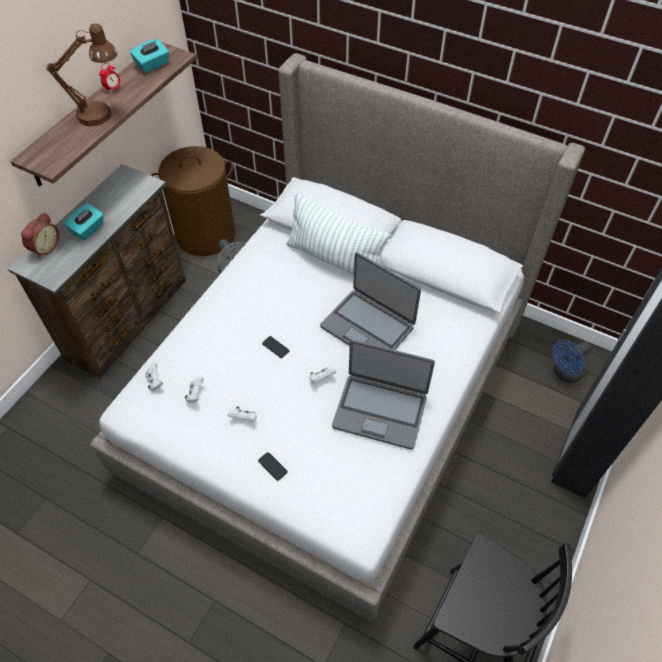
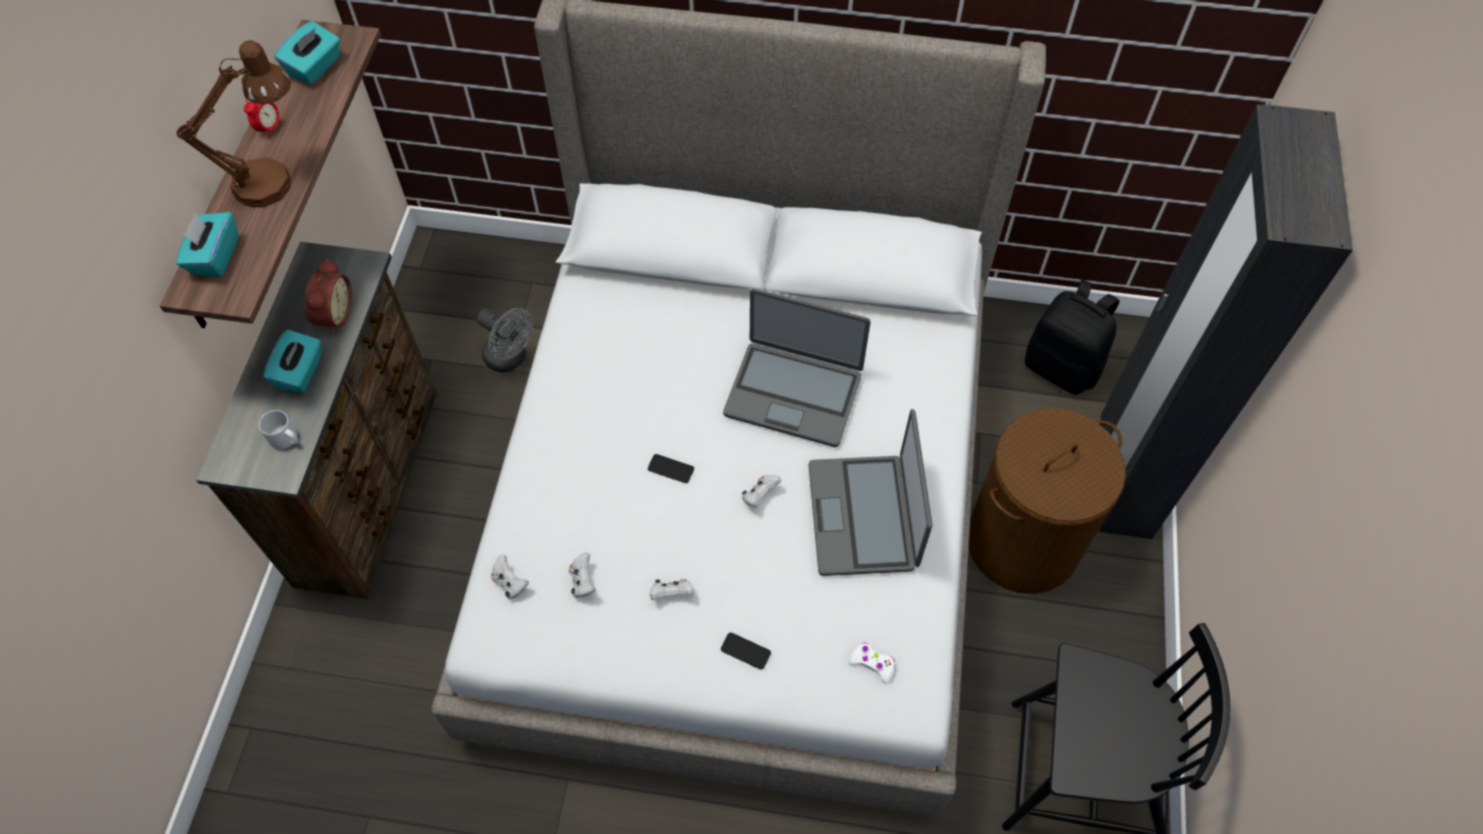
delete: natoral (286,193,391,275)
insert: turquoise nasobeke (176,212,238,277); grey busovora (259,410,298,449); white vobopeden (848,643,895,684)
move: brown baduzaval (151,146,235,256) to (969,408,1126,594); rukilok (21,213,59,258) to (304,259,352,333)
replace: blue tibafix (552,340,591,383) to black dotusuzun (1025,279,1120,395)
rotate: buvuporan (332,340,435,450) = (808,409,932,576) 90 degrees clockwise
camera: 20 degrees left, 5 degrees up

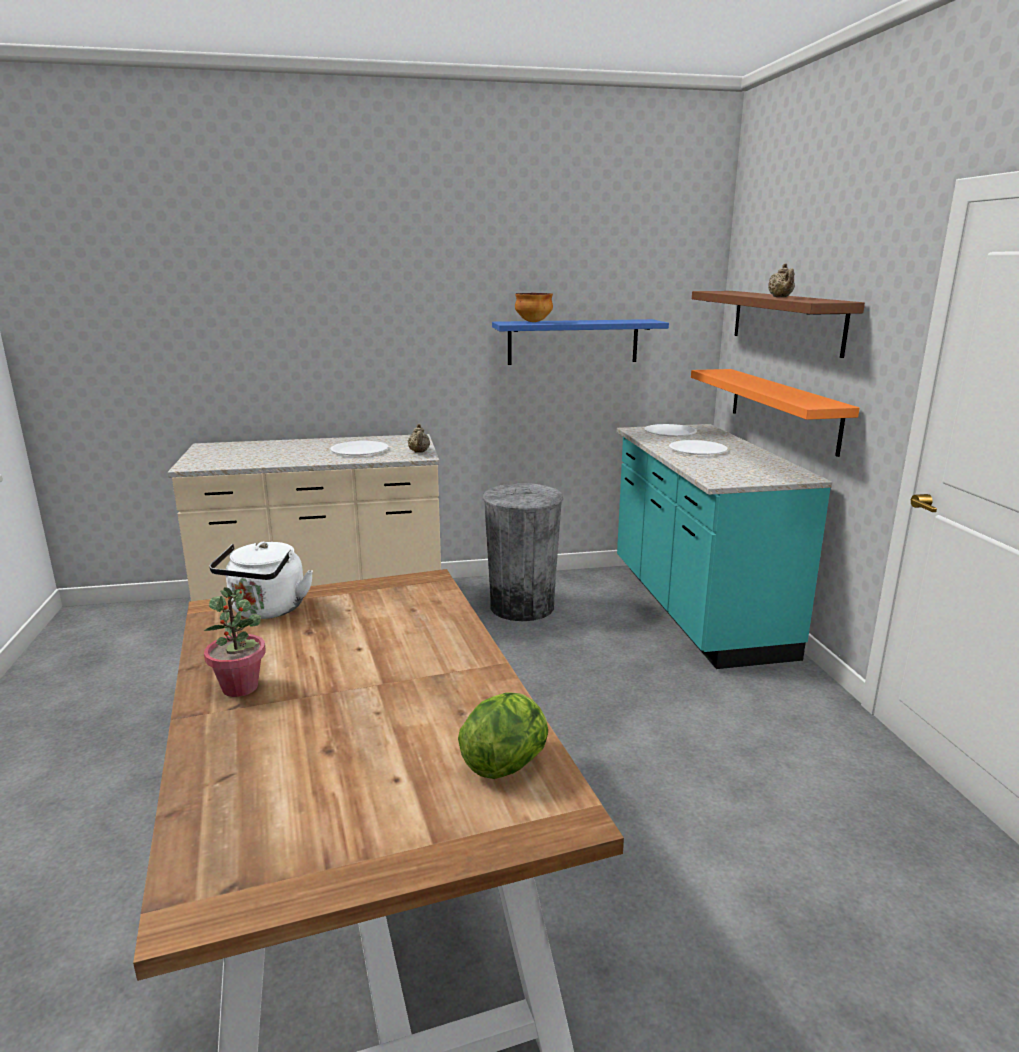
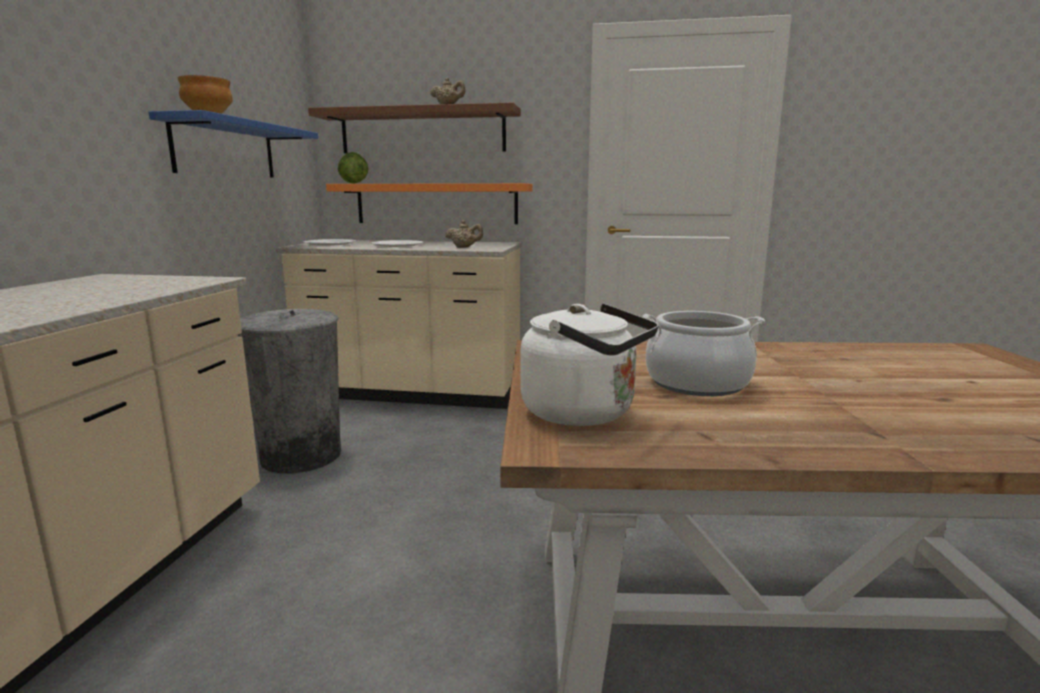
delete: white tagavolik (330,441,389,455); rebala (204,587,266,697)
insert: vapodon (643,311,765,396)
move: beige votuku (408,424,430,453) to (446,220,483,248); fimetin (458,692,548,779) to (338,152,369,184)
recolor: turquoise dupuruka (617,424,832,669) to beige dupuruka (276,240,522,409)
camera: 70 degrees left, 5 degrees down

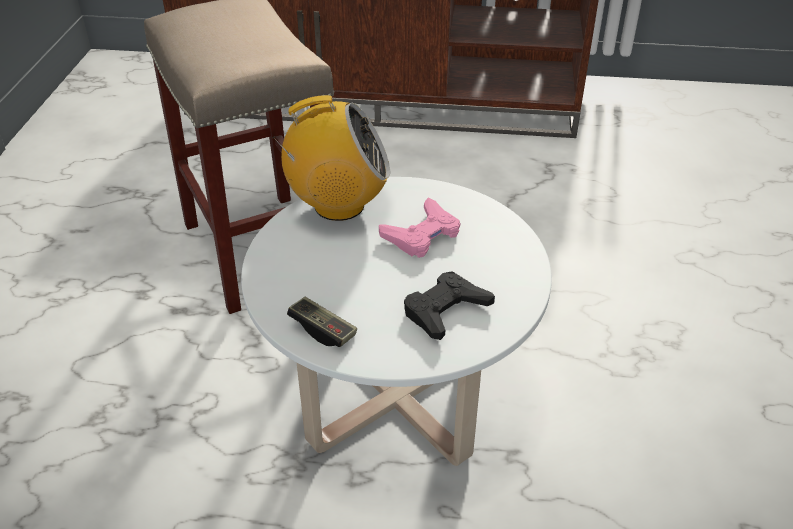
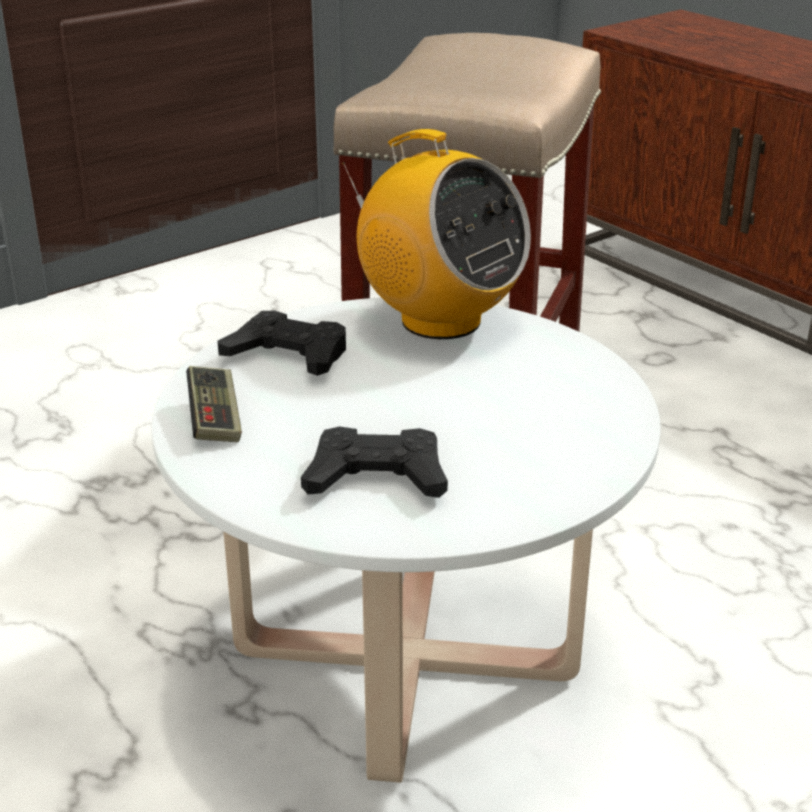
delete: pink vobopeden (379,198,460,258)
insert: black vobopeden (218,311,346,376)
camera: 45 degrees right, 10 degrees down

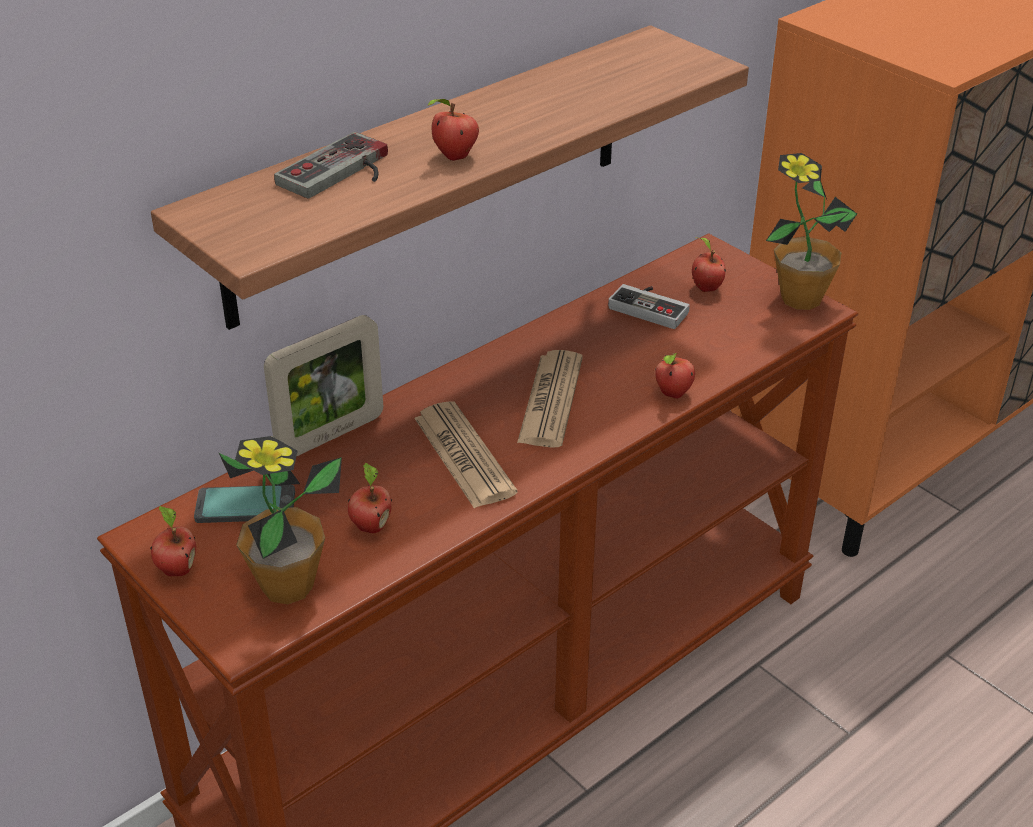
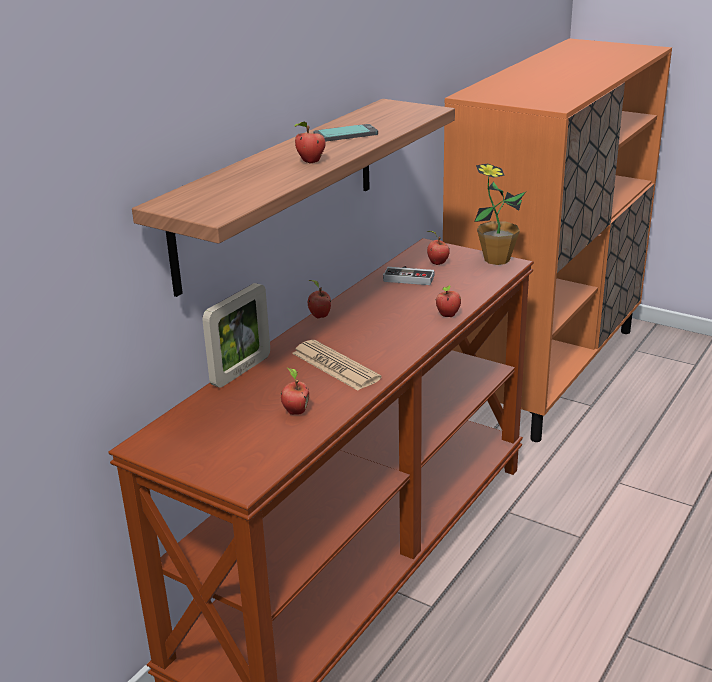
delete: vobopeden (274,132,388,199); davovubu (517,350,583,448); rebala (219,436,342,604)
move: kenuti (194,485,295,523) to (314,124,378,142); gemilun (150,506,196,576) to (308,280,331,318)
camera: 15 degrees left, 10 degrees down

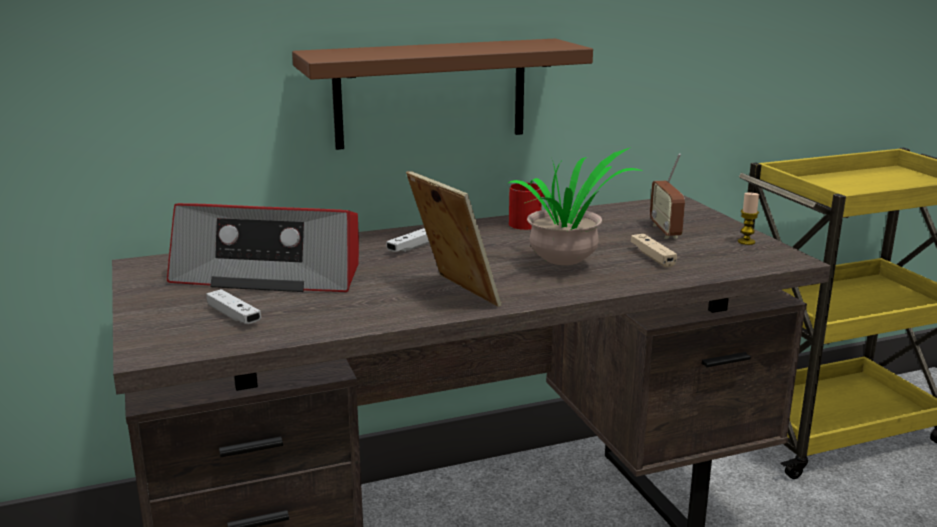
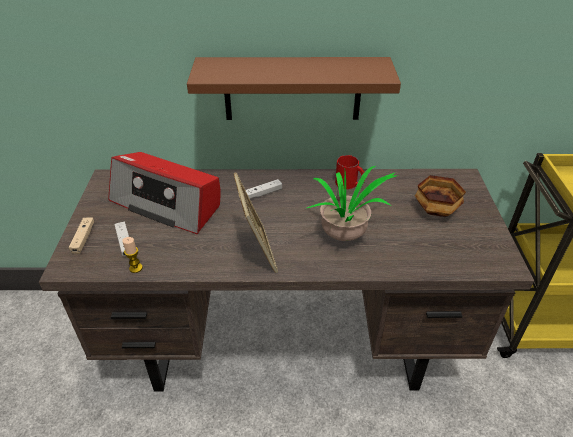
move: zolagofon (738,193,759,245) to (122,237,143,273); beige vobopeden (631,234,677,267) to (68,218,95,254)
replace: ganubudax (650,153,685,239) to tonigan (415,175,466,217)
camera: 20 degrees right, 20 degrees up

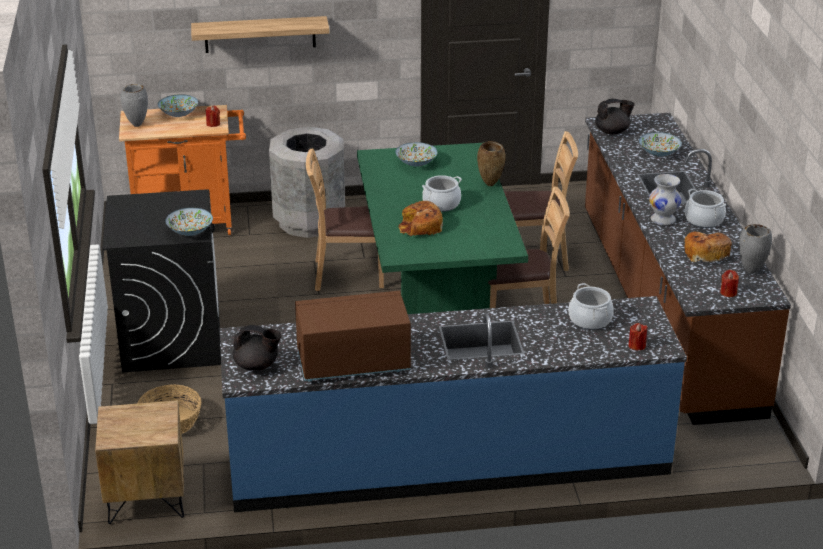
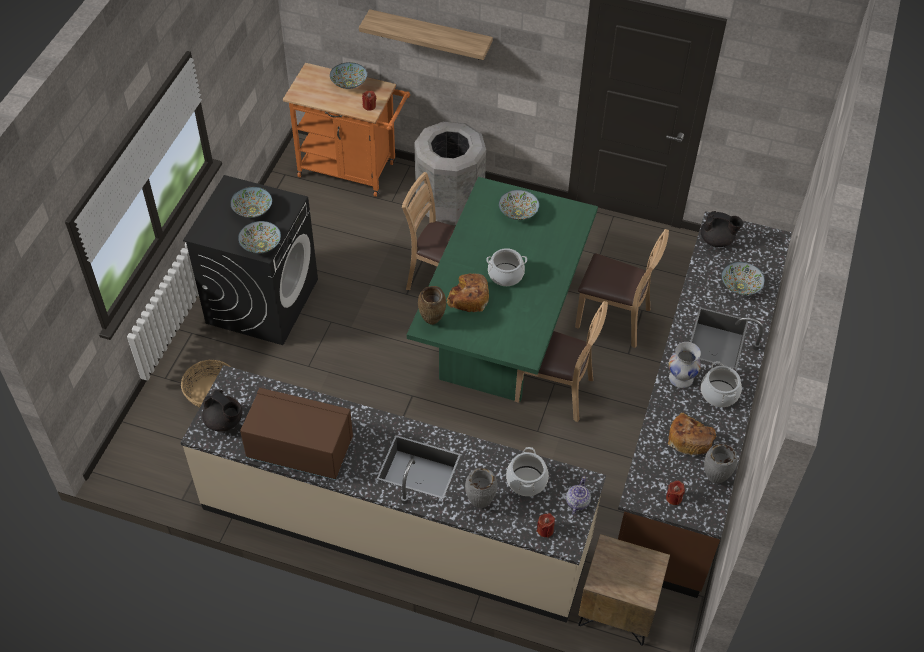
insert: tonigan (230,187,272,218); votuku (566,476,591,515)
move: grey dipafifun (120,84,148,127) to (465,468,497,508); brown dipafifun (477,141,506,186) to (418,286,446,325); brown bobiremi (95,400,184,524) to (578,534,670,646)
recolor: blue dupuruka (220,296,687,512) to beige dupuruka (180,365,606,623)
camera: 25 degrees right, 20 degrees up

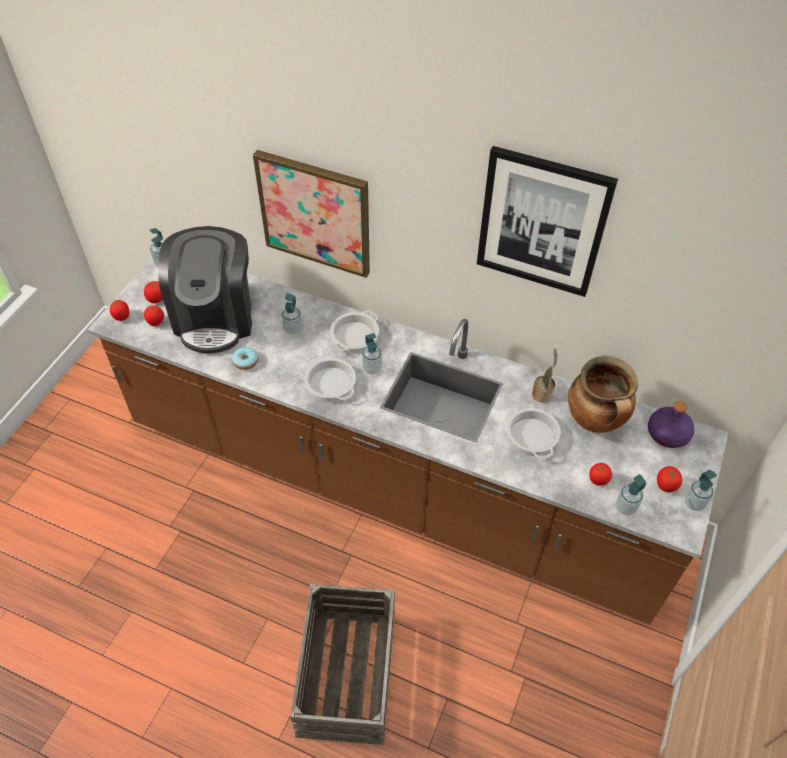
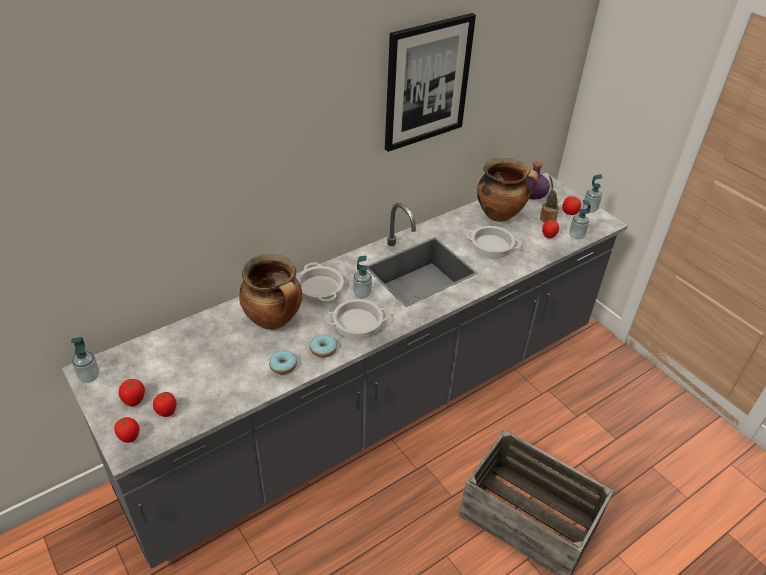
delete: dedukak (253,150,370,278); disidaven (158,226,252,354)
insert: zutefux (310,334,337,358)
move: rebala (532,348,557,403) to (540,175,559,223)
replace: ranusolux (282,293,302,334) to vapodon (239,254,302,330)
recolor: brown dupuruka (87,258,728,624) to grey dupuruka (62,173,628,569)
camera: 60 degrees left, 10 degrees down

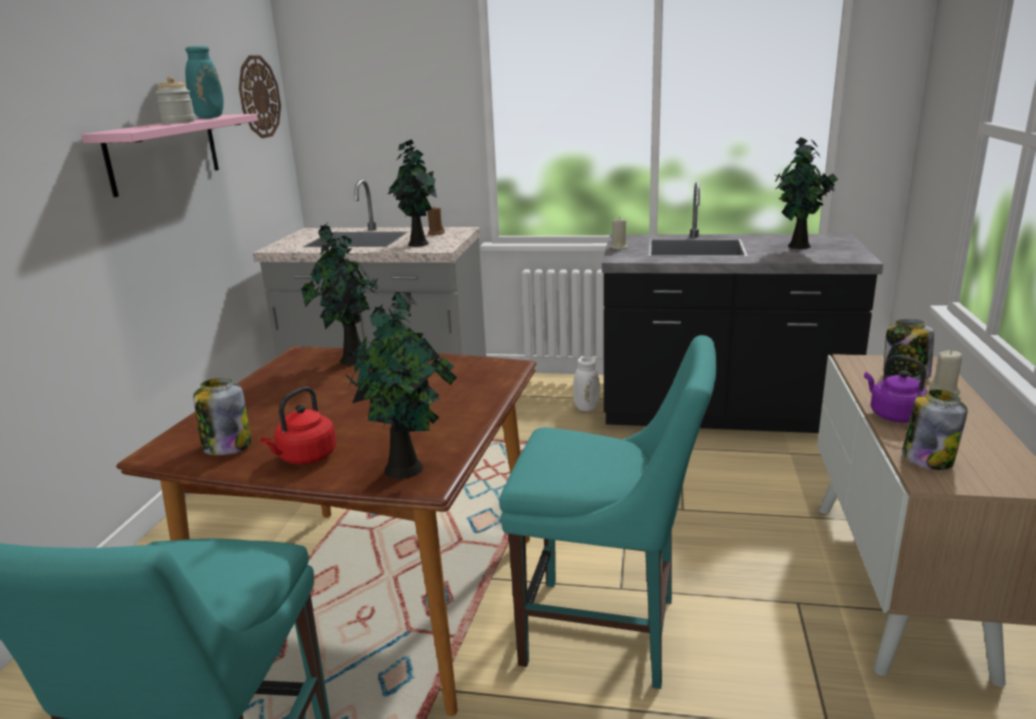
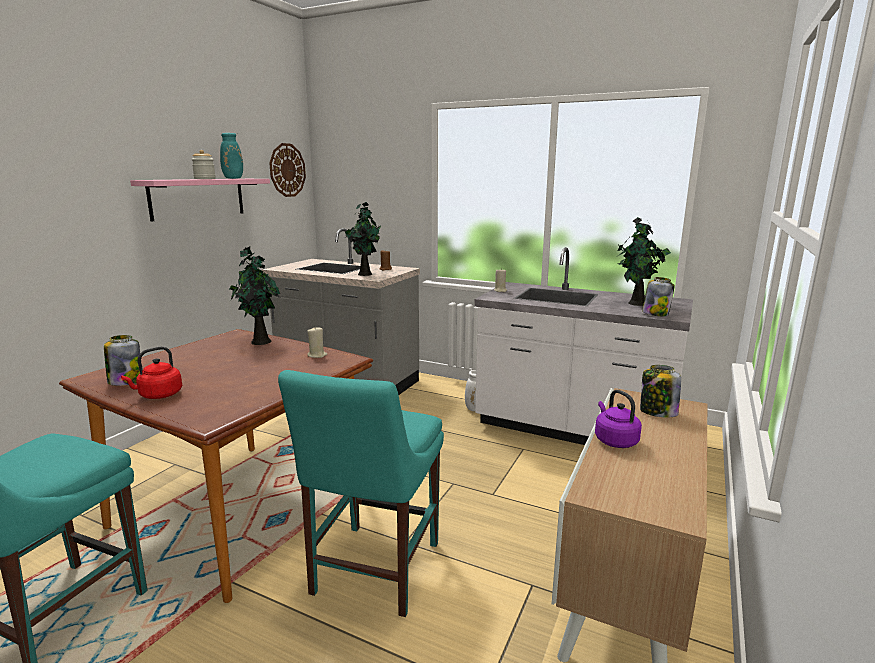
delete: rebala (345,292,457,479)
move: beige zolagofon (929,350,962,395) to (307,327,327,358); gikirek (902,389,968,470) to (642,277,675,316)
recolor: black dupuruka (602,182,883,433) to white dupuruka (474,247,693,445)
rotate: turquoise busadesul (499,335,716,689) = (278,370,444,617) 75 degrees clockwise
camera: 15 degrees right, 5 degrees down

